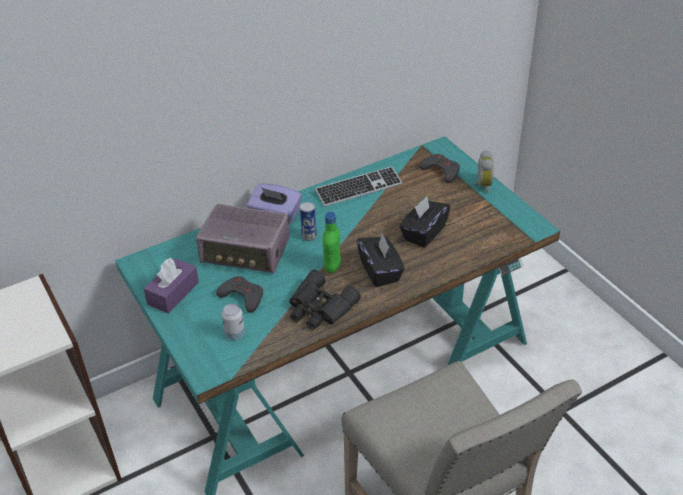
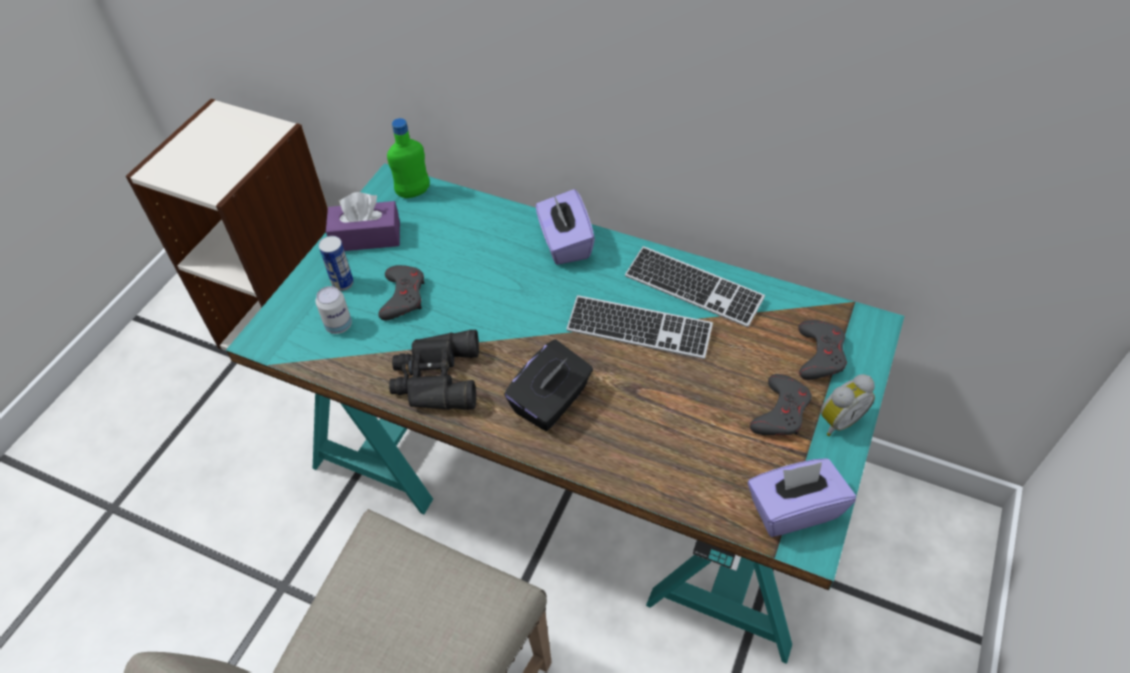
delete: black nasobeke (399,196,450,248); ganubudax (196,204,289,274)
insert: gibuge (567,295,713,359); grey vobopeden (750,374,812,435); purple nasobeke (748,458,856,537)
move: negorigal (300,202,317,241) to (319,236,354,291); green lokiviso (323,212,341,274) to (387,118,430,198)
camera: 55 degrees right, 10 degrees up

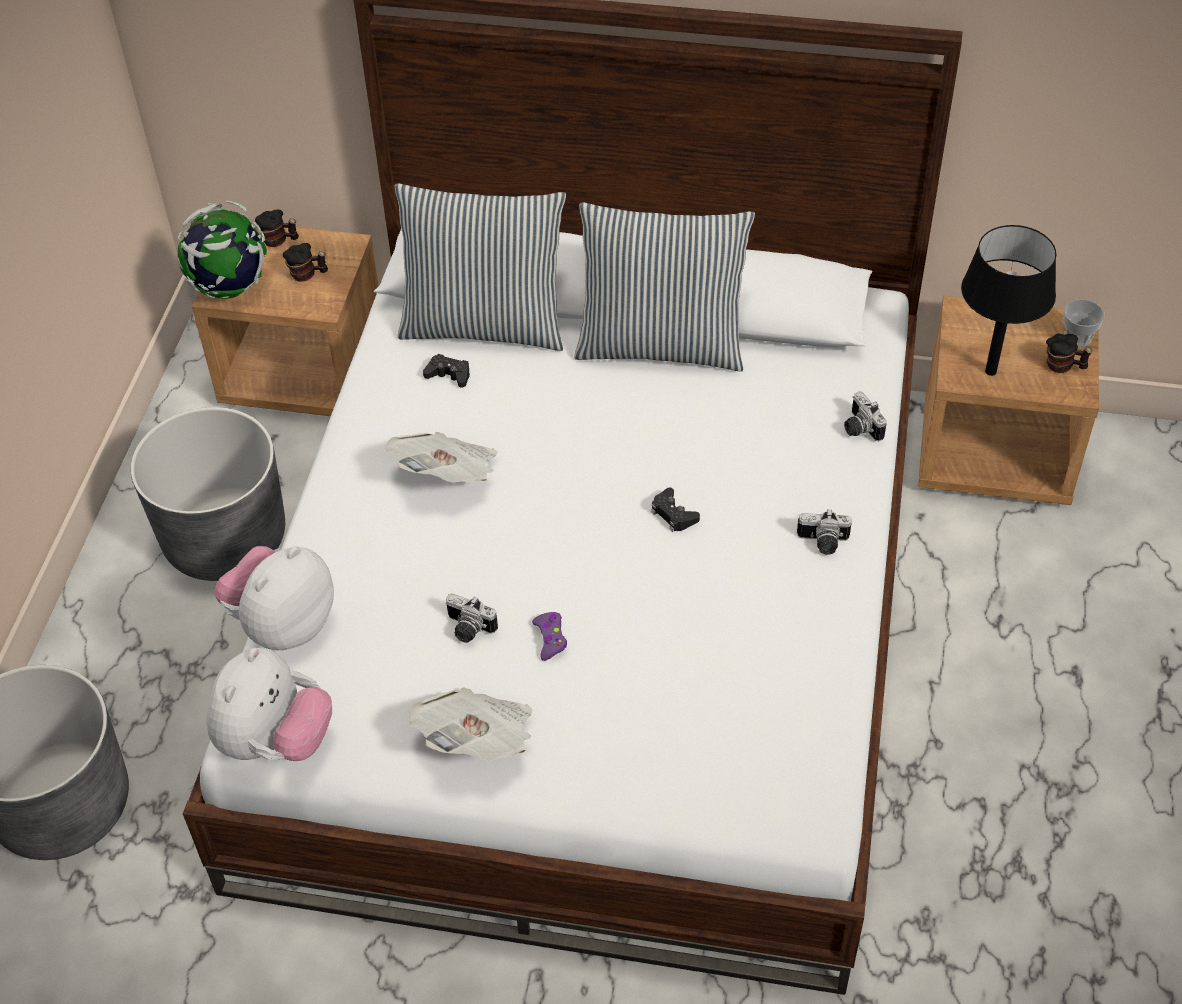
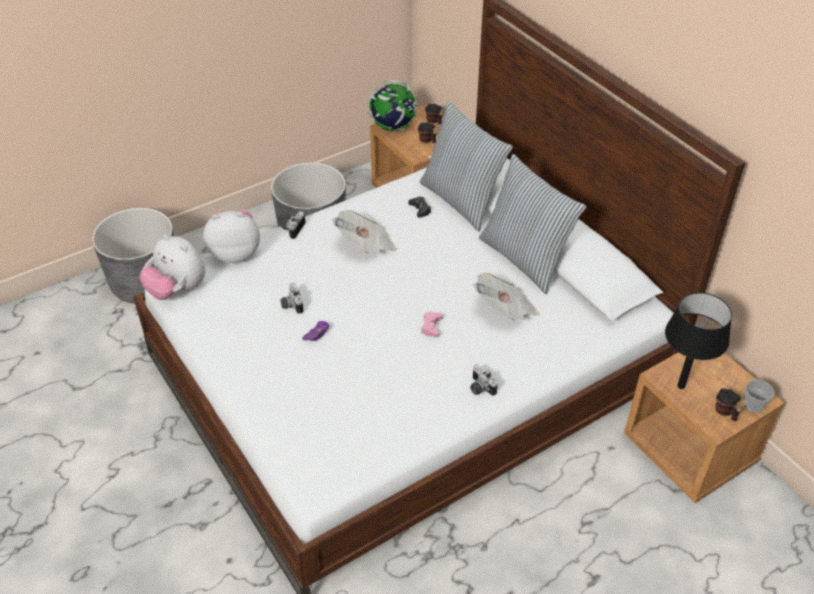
move: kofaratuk (844,391,887,441) to (281,211,306,239); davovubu (409,687,533,761) to (473,273,540,321)
recolor: black vobopeden (651,487,700,532) to pink vobopeden (421,312,443,337)
rotate: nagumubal (206,648,332,761) = (140,235,205,300) 60 degrees clockwise
camera: 45 degrees right, 5 degrees down

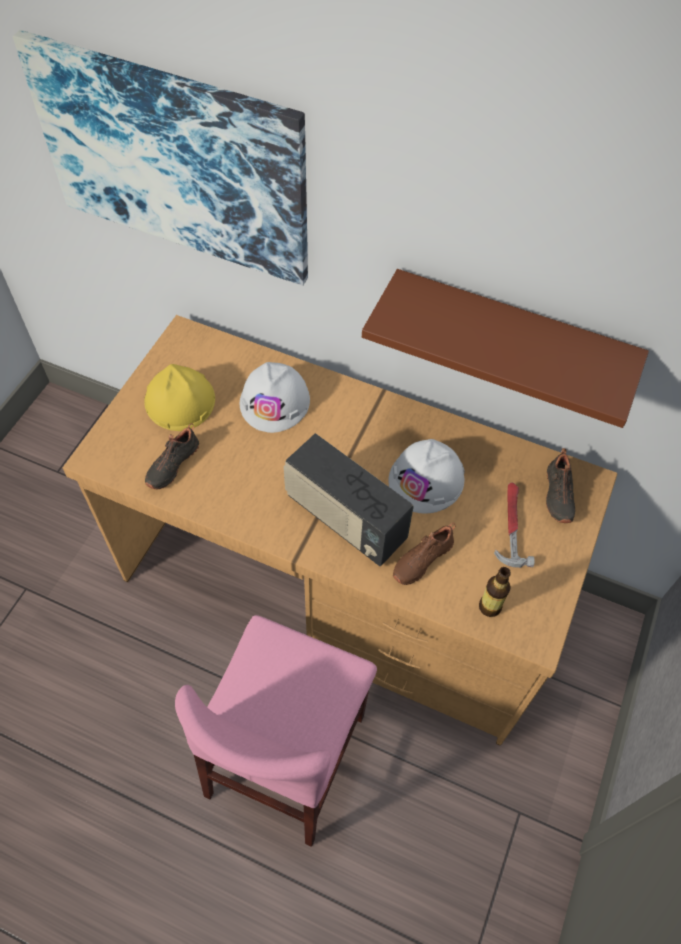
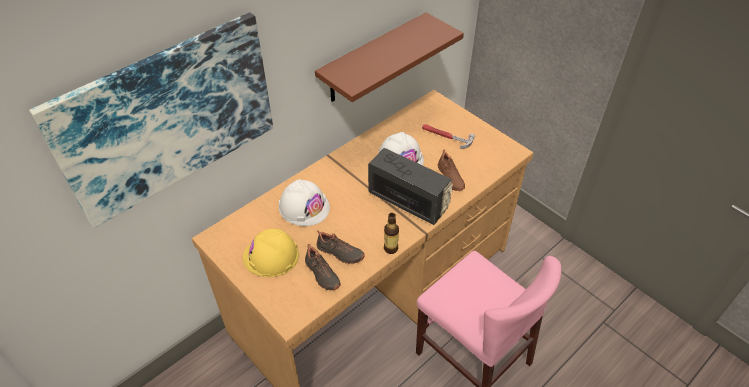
move: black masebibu (546,448,575,523) to (316,230,365,264); lokiviso (479,567,511,617) to (384,213,399,254)
rotate: ganubudax (283,433,414,566) = (368,148,453,225) 120 degrees counterclockwise
camera: 65 degrees left, 10 degrees down

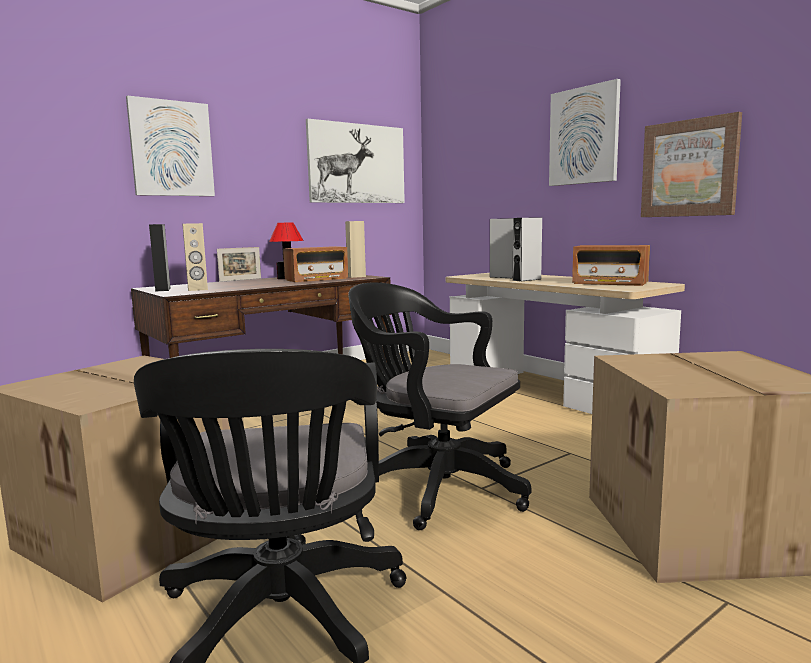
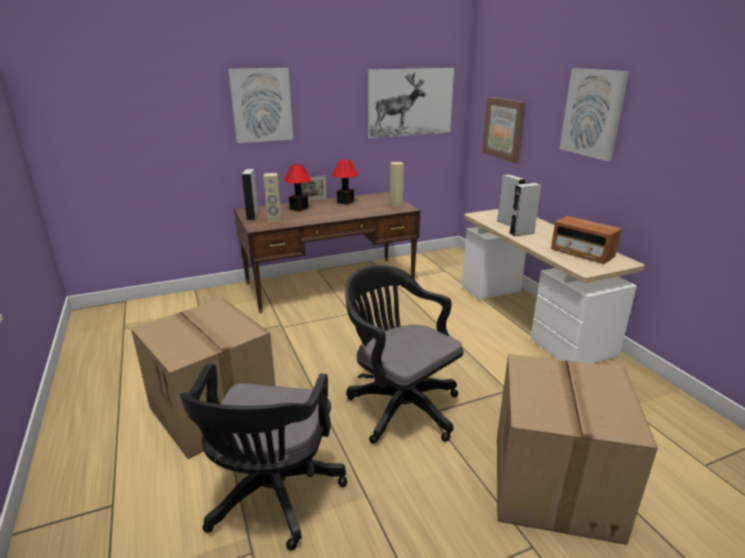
delete: ganubudax (283,246,348,282)
insert: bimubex (284,164,311,211)
move: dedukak (641,112,742,217) to (482,97,526,163)
camera: 15 degrees right, 15 degrees up

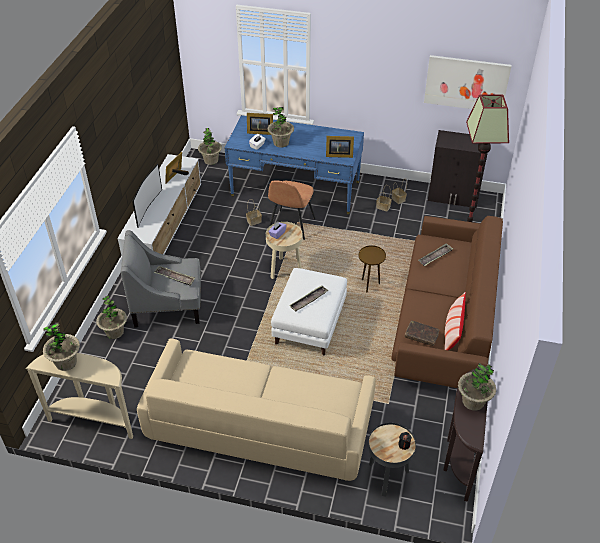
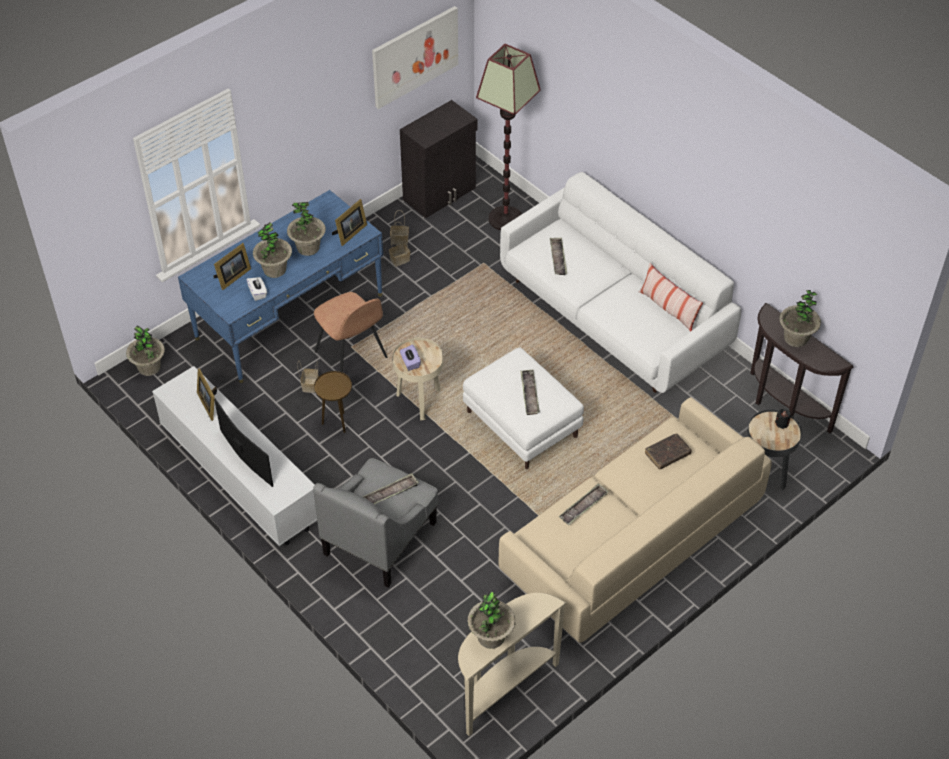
insert: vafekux (559,483,609,525)
move: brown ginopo (359,245,386,292) to (314,371,352,433); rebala (96,296,127,339) to (287,202,326,256); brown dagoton (405,320,439,346) to (645,433,692,470)
recolor: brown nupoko (391,216,503,388) to white nupoko (500,172,741,393)
camera: 55 degrees left, 5 degrees up

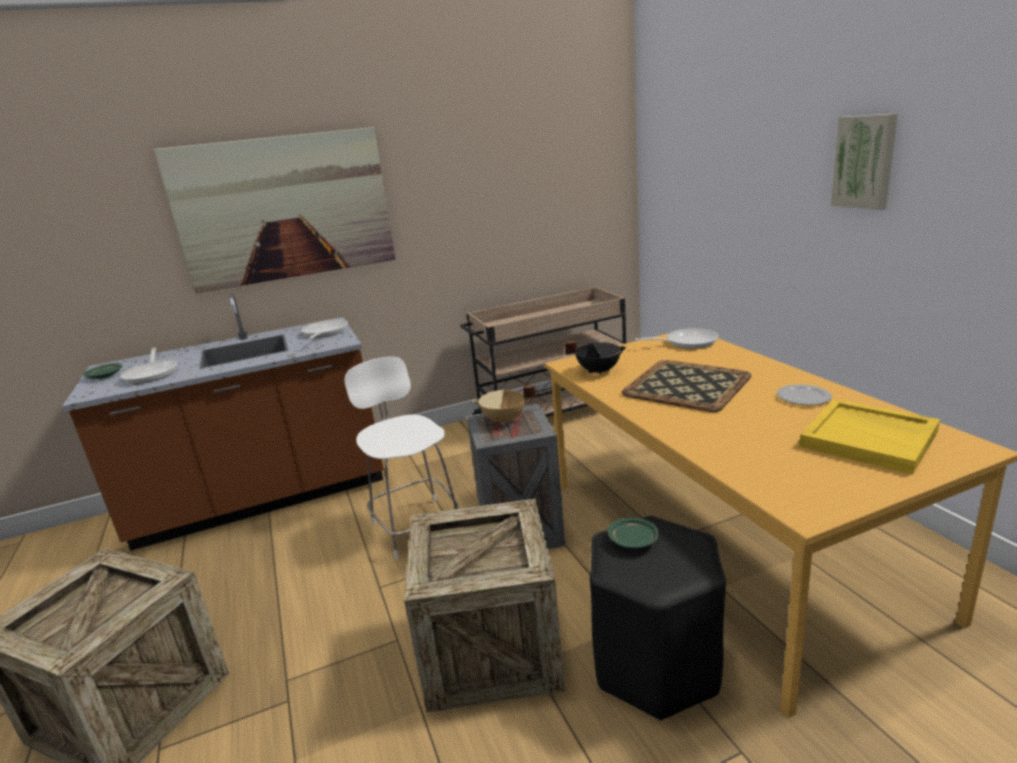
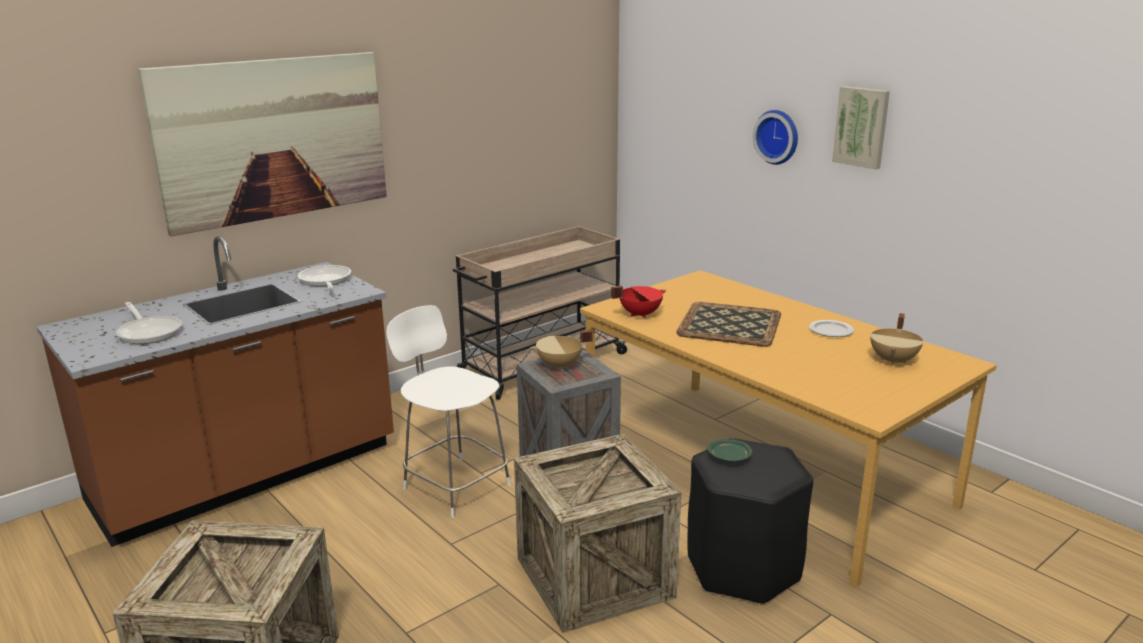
delete: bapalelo (635,328,719,349); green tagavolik (83,363,122,379)
insert: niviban (753,110,798,165)
replace: yellow vafekux (799,399,940,475) to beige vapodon (870,313,924,365)
recolor: black vapodon (564,341,626,375) to red vapodon (611,286,666,318)
camera: 20 degrees left, 0 degrees up

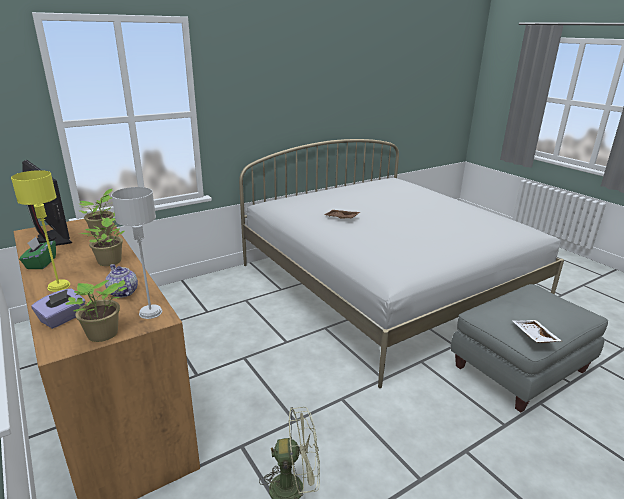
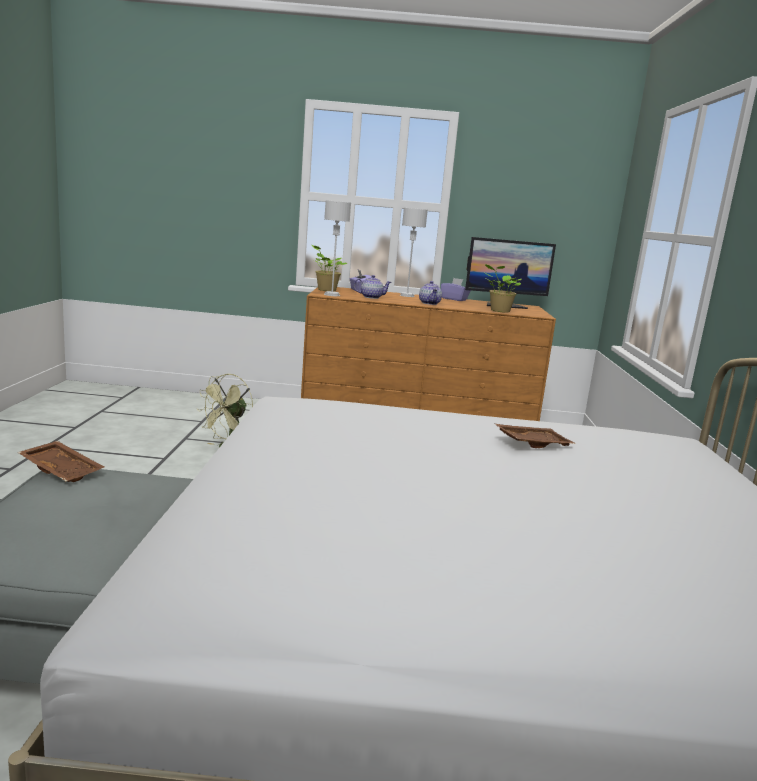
replace: rebala (79,213,124,266) to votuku (419,281,442,305)
recolor: yellow bimubex (11,170,70,292) to grey bimubex (400,208,428,297); green nasobeke (19,237,56,269) to purple nasobeke (441,278,471,301); white vafekux (512,320,562,343) to brown vafekux (17,441,105,482)
camera: 125 degrees right, 10 degrees down

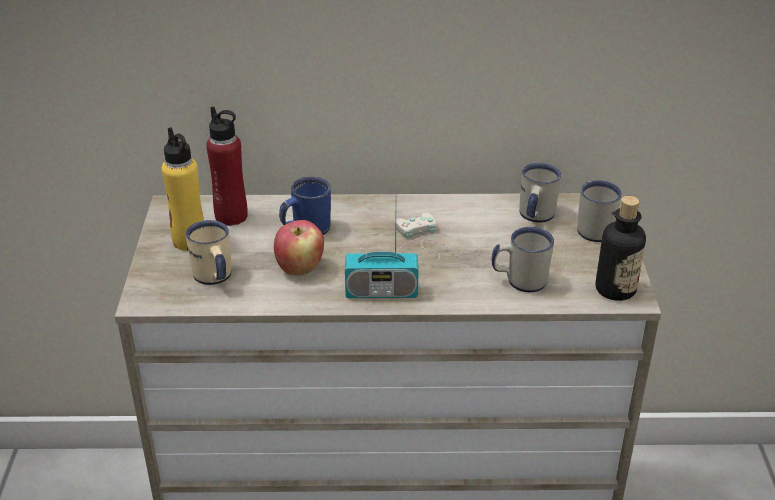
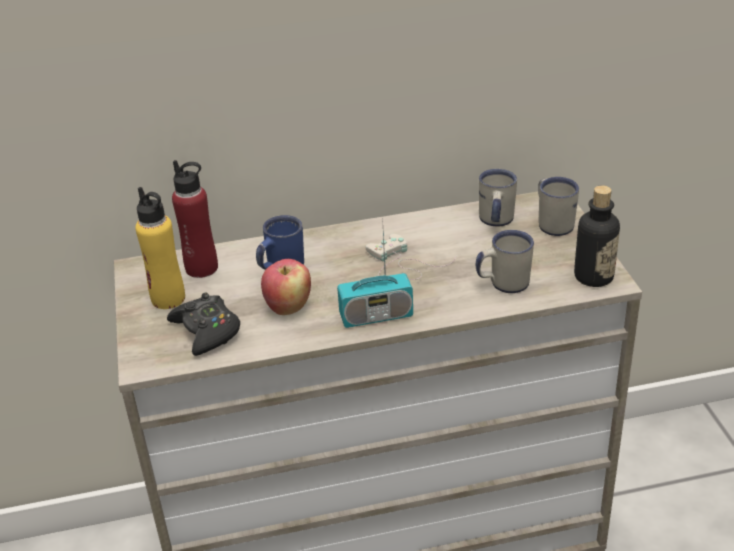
replace: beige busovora (186,220,231,285) to black vobopeden (167,292,240,356)
camera: 10 degrees left, 0 degrees up

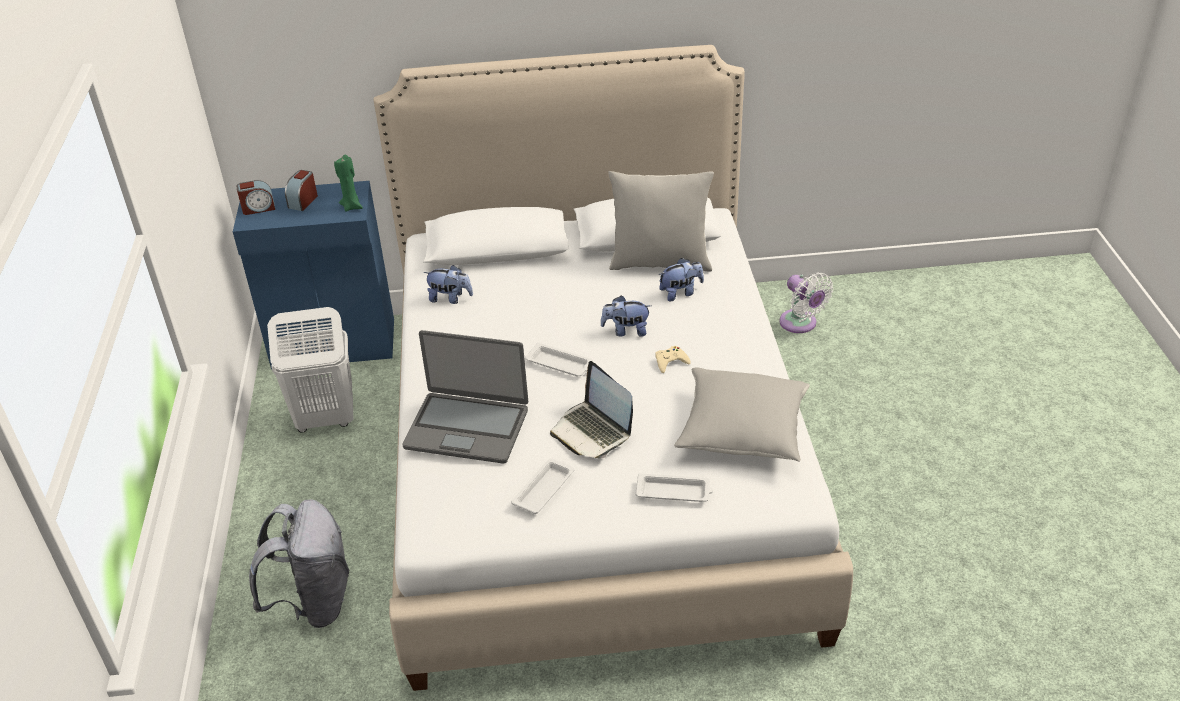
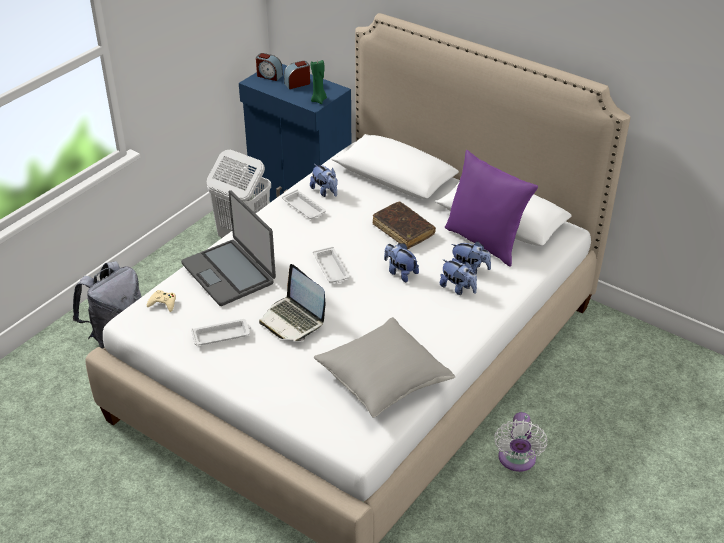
insert: brown dagoton (373,202,436,249); nagumubal (440,259,477,295)
move: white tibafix (779,272,833,333) to (494,412,547,472); beige vobopeden (655,346,691,373) to (147,290,176,312); white vafekux (635,473,713,502) to (282,190,326,219)
recolor: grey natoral (608,171,714,271) to purple natoral (445,150,538,267)
rotate: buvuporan (550,361,633,458) = (259,264,325,341) 45 degrees counterclockwise
camera: 40 degrees right, 0 degrees up

